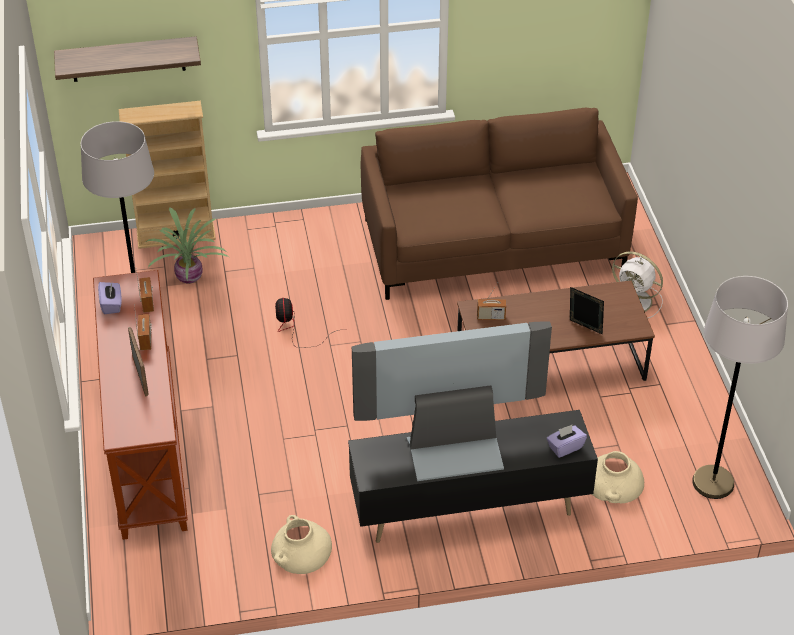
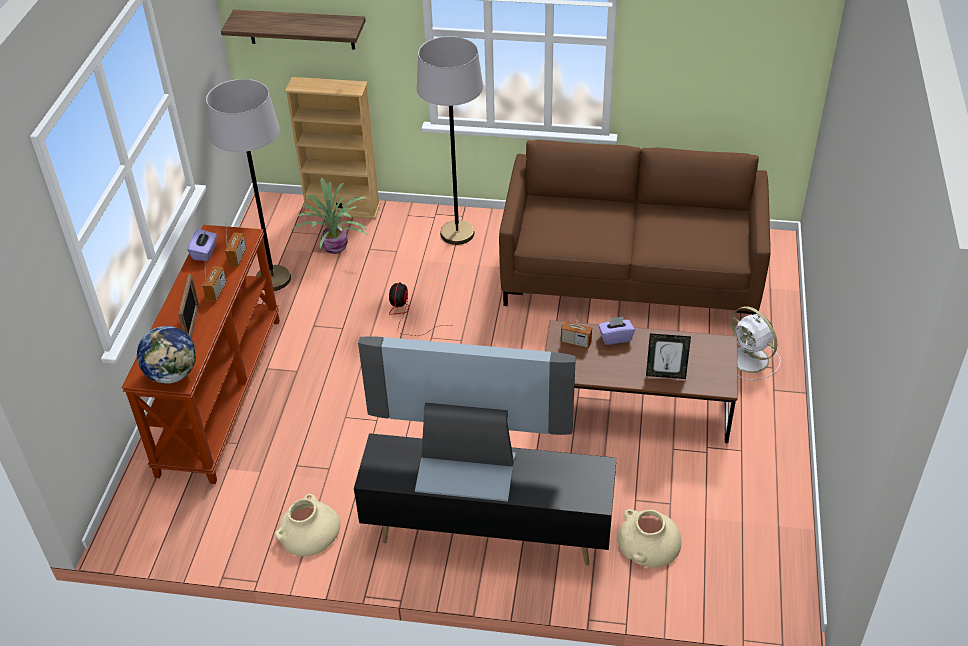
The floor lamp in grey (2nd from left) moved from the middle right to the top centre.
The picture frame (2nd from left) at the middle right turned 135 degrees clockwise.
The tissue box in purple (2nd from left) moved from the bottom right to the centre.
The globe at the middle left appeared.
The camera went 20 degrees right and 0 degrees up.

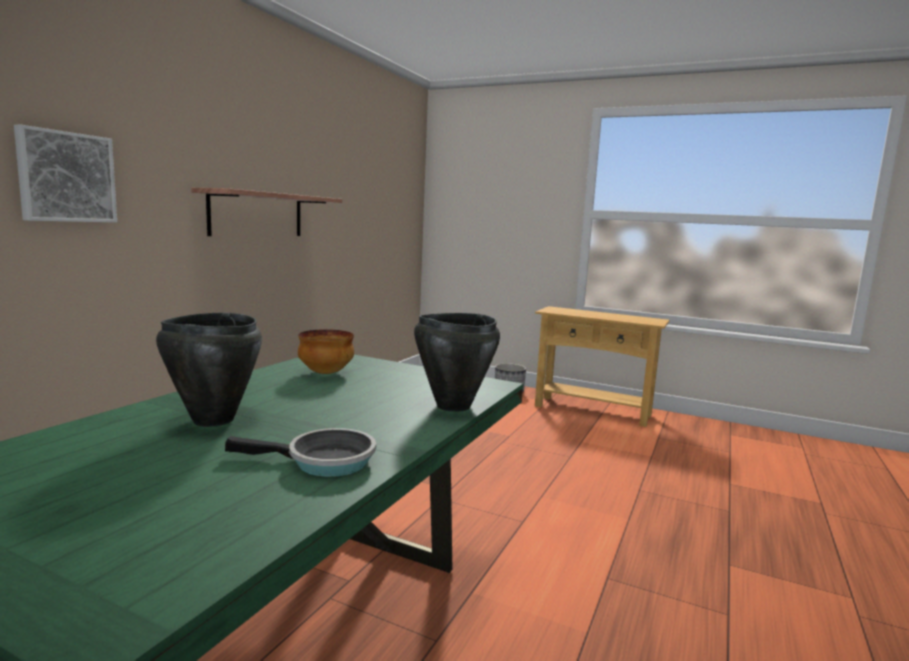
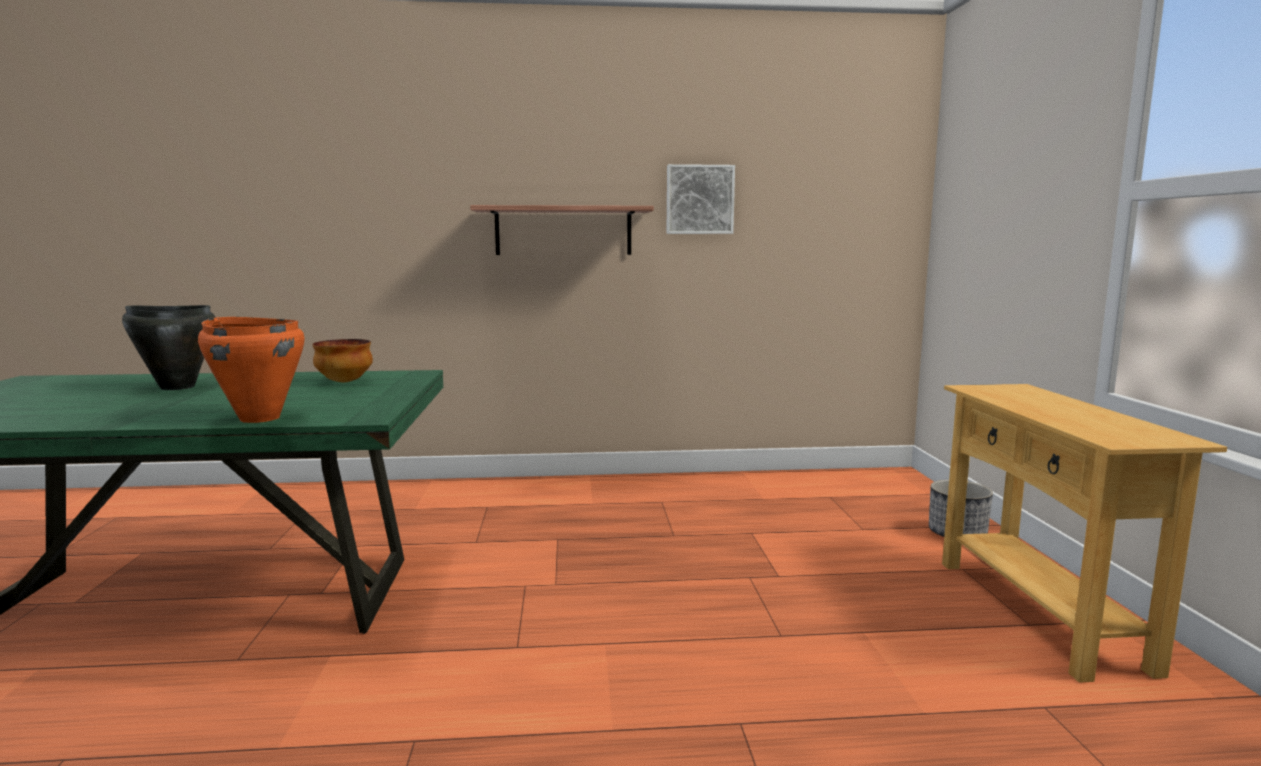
The picture moved from the top left to the top centre.
The cooking pot in black (2nd from left) at the centre became the cooking pot in orange at the middle left.
The frying pan at the bottom left disappeared.
The camera went 60 degrees right and 0 degrees up.

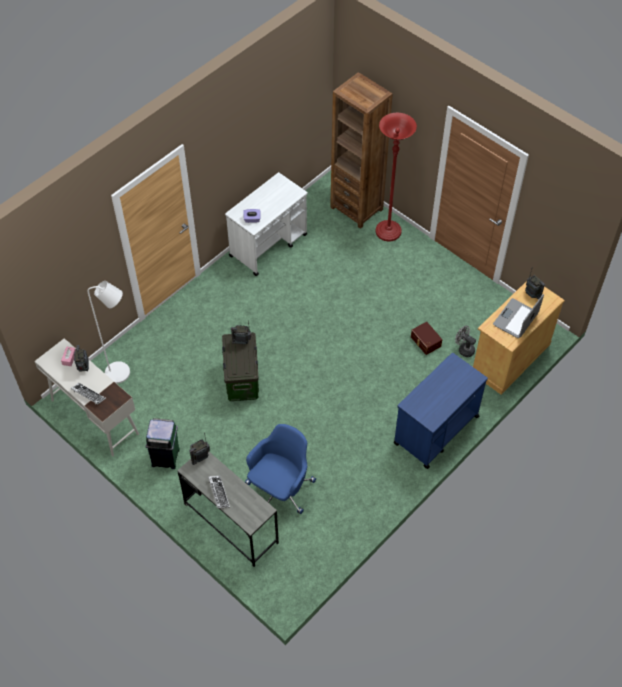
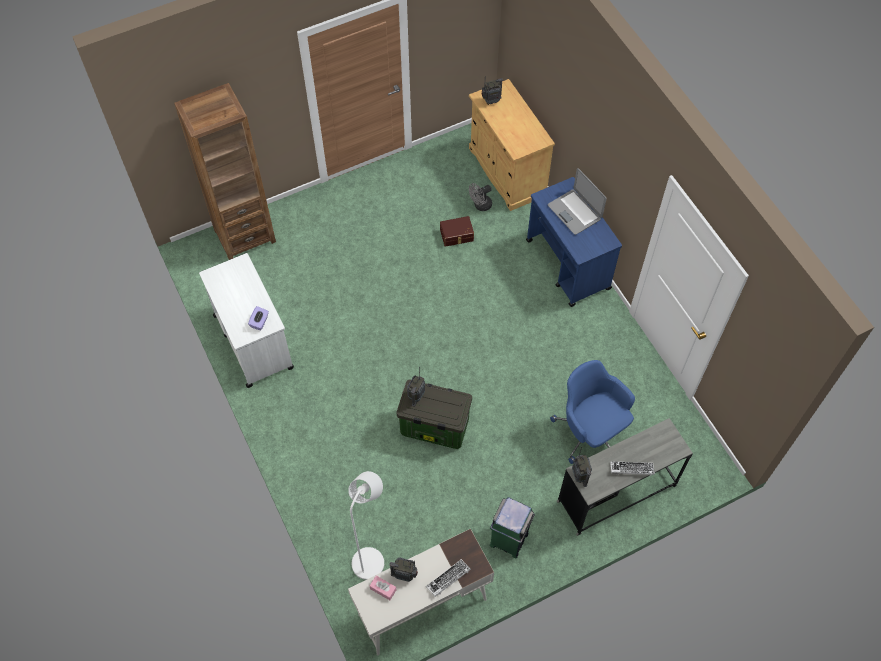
The floor lamp in red at the top centre disappeared.
The laptop moved from the middle right to the top centre.
The camera went 70 degrees left and 5 degrees up.

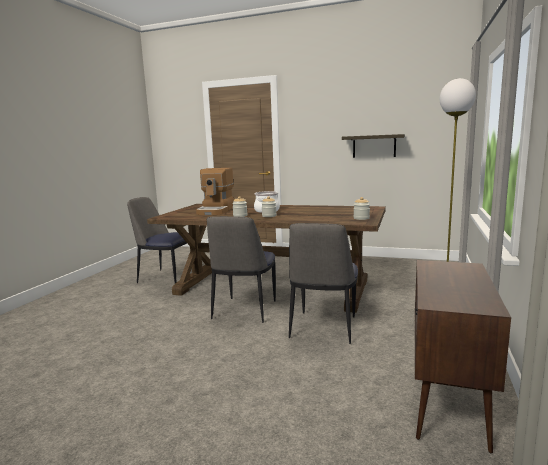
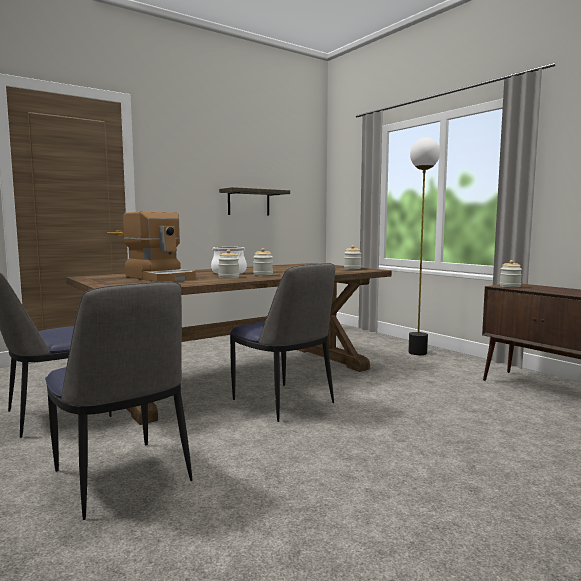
The chair (3rd from left in the first image) moved from the centre to the bottom left.
The jar (4th from left) at the middle right appeared.
The camera went 55 degrees left and 5 degrees down.

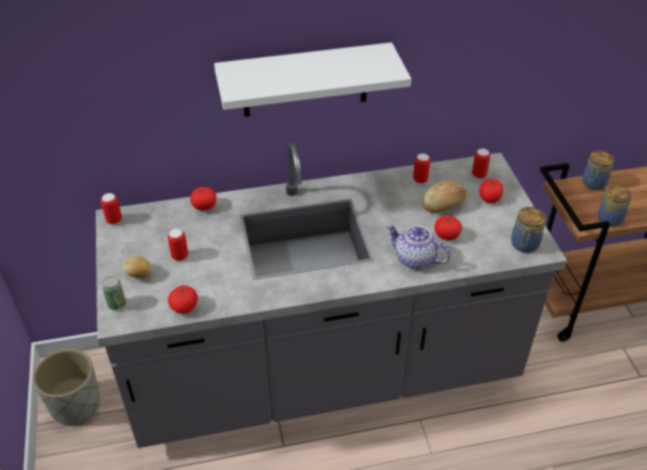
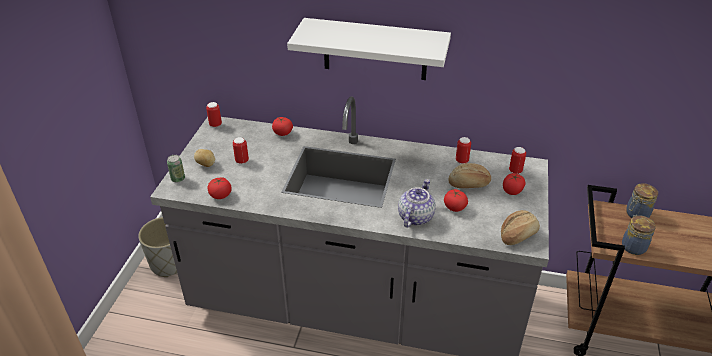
The jar (1st from left) at the middle right was replaced by the bread (2nd from left) at the middle right.
The teapot at the centre turned 60 degrees clockwise.
The camera went 25 degrees right and 5 degrees down.

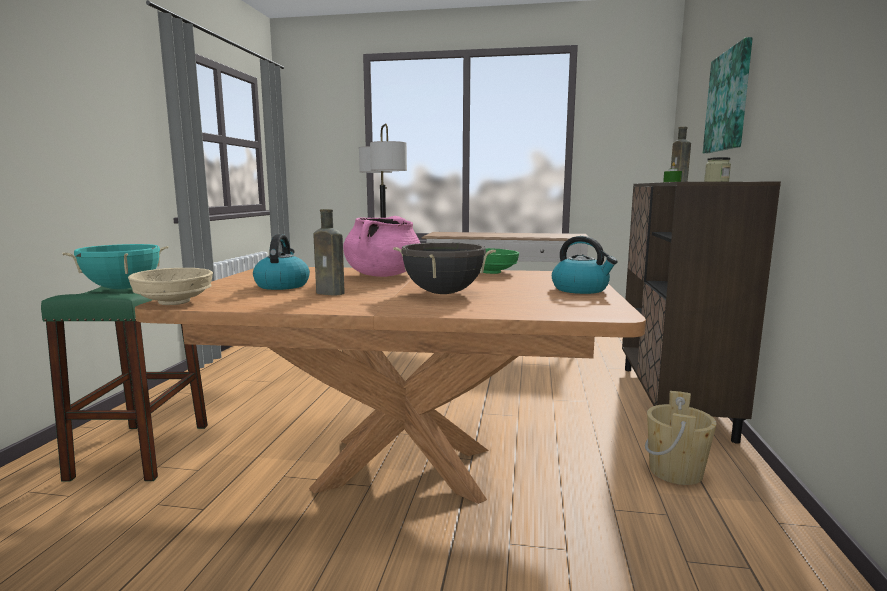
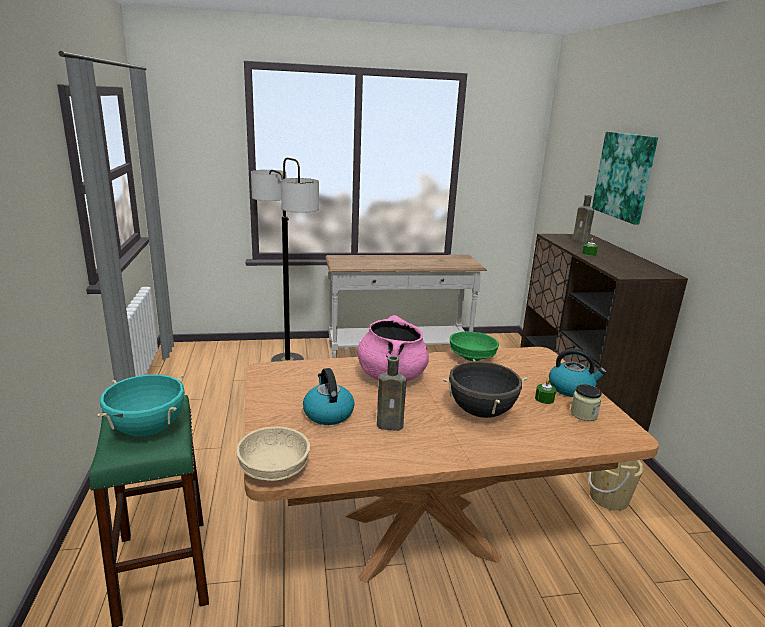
The jar moved from the top right to the middle right.
The candle in green (1st from left) at the middle right appeared.
The camera went 20 degrees left and 10 degrees up.

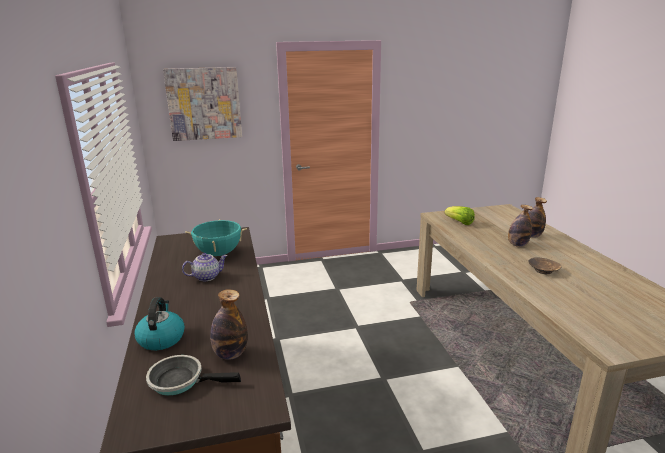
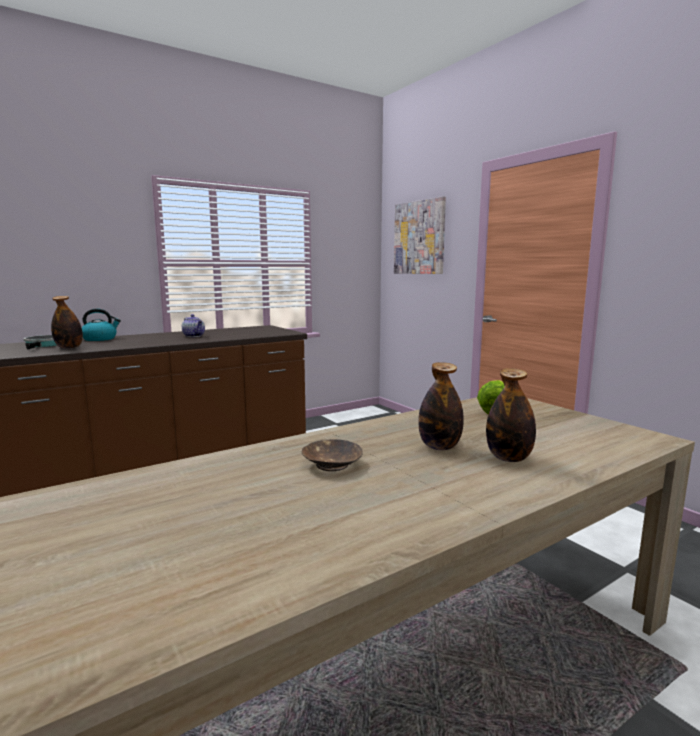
The cooking pot in turquoise at the middle left disappeared.
The camera went 70 degrees right and 10 degrees down.

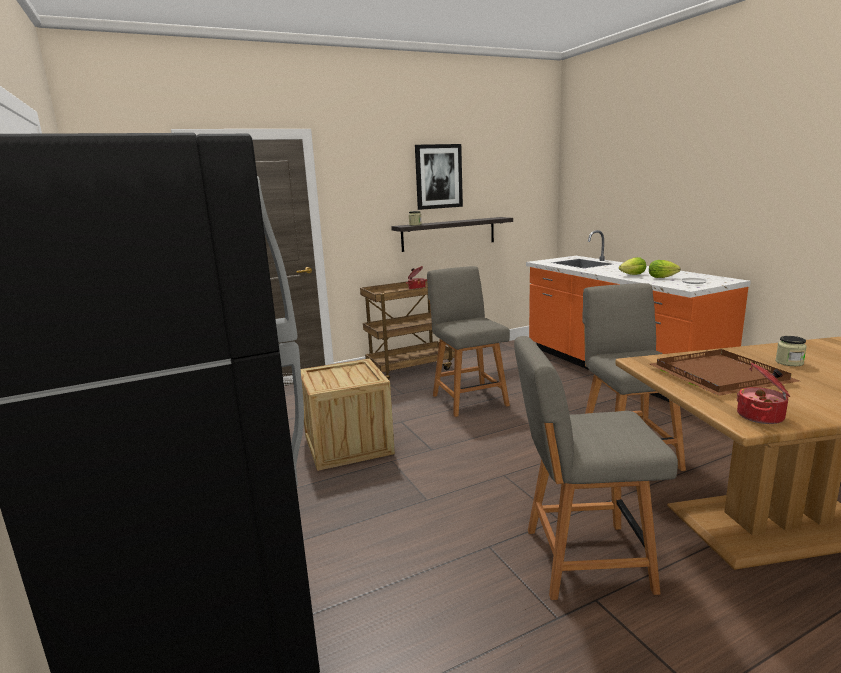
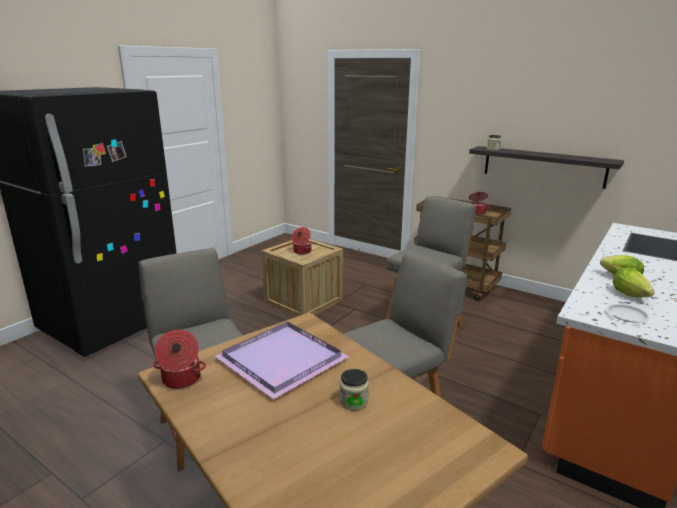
The picture at the top centre disappeared.
The tray in brown at the middle right became the tray in purple at the bottom centre.
The cooking pot (2nd from left) at the centre appeared.
The camera went 60 degrees right and 5 degrees up.

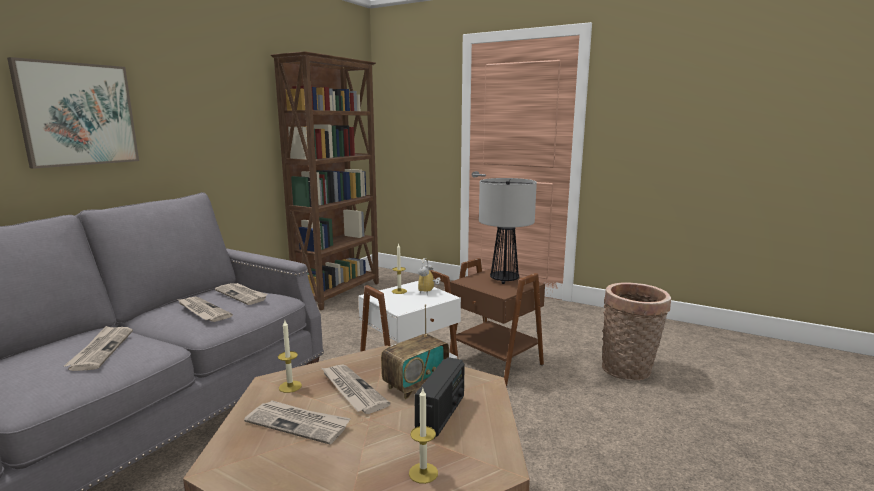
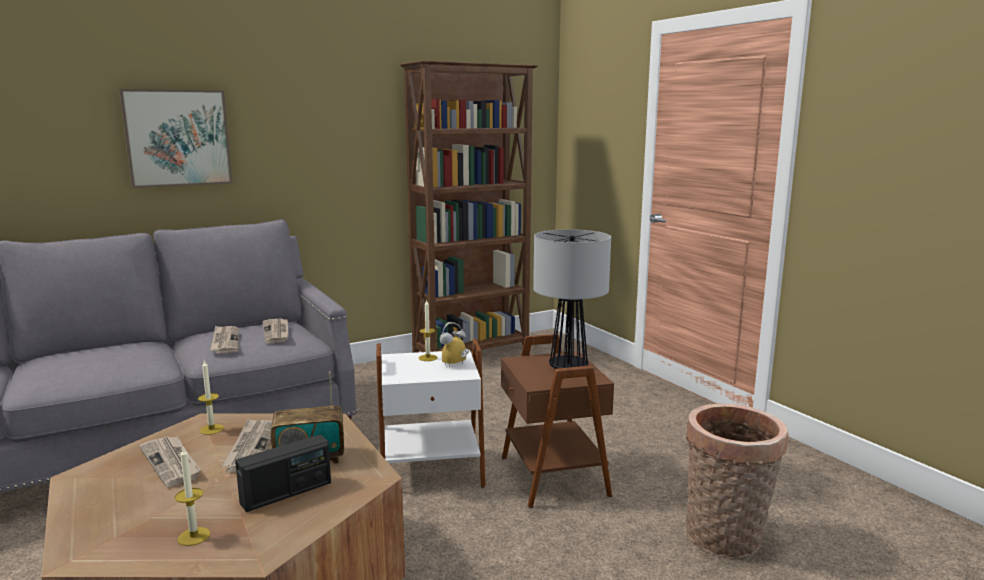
The newspaper (1st from left) at the bottom left disappeared.
The camera went 30 degrees right and 0 degrees up.

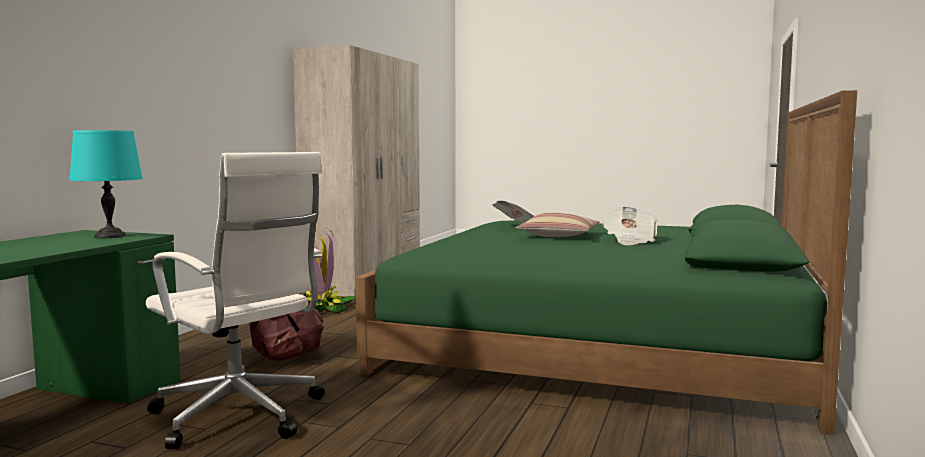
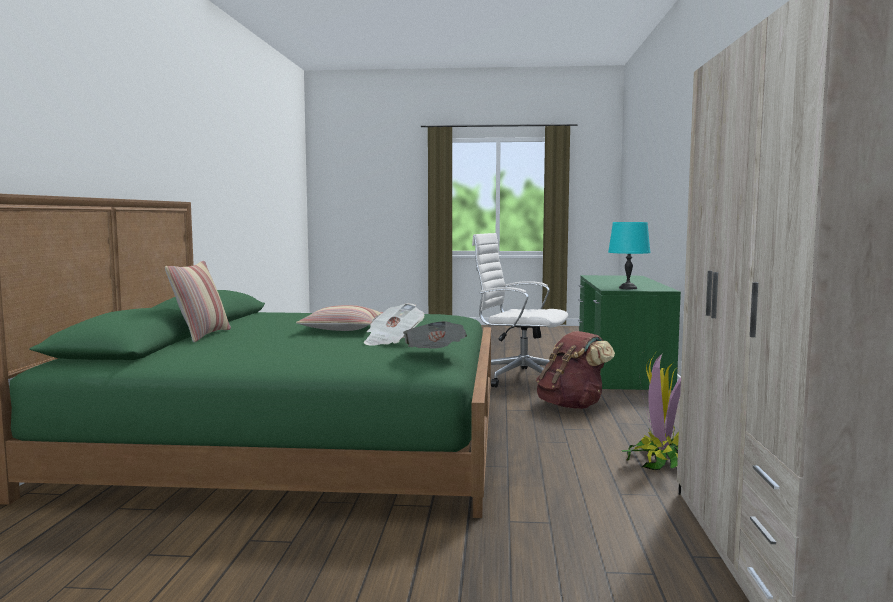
The newspaper (2nd from left) moved from the middle right to the centre.
The pillow (1st from left) at the middle left appeared.
The camera went 165 degrees right and 0 degrees up.

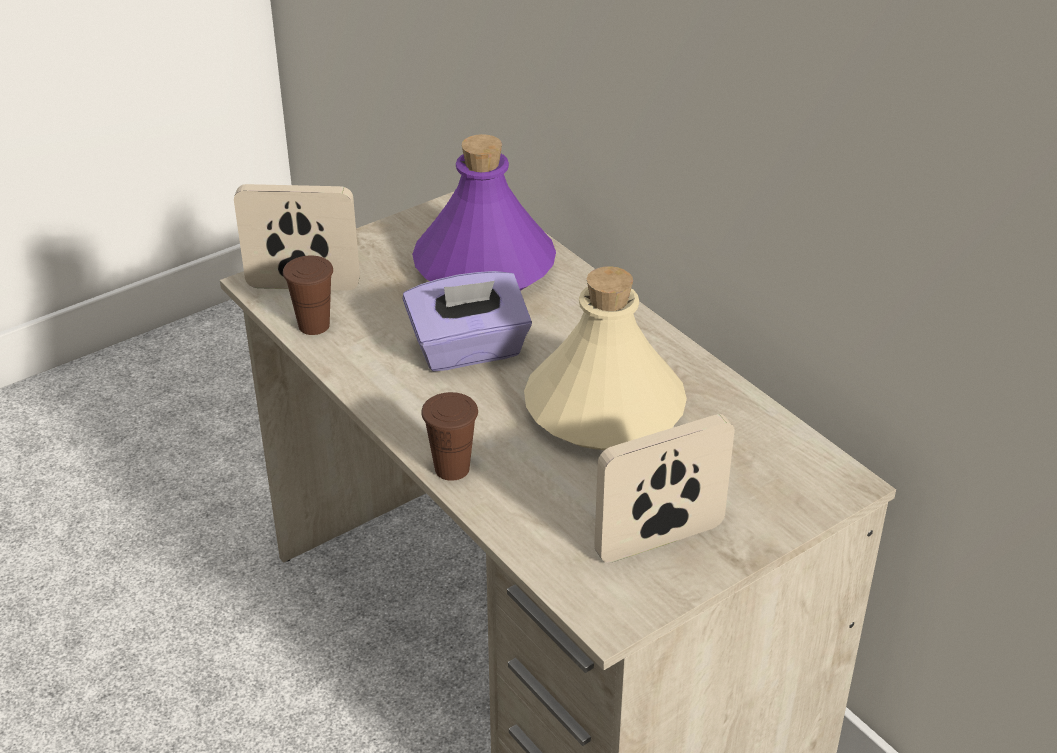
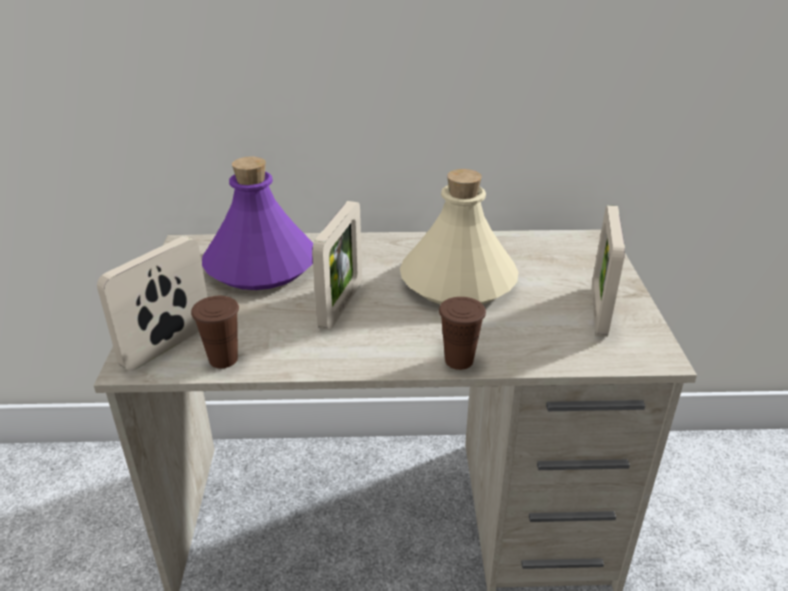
The tissue box in purple at the centre was replaced by the picture frame (2nd from left) at the centre.
The camera went 55 degrees left and 5 degrees down.

